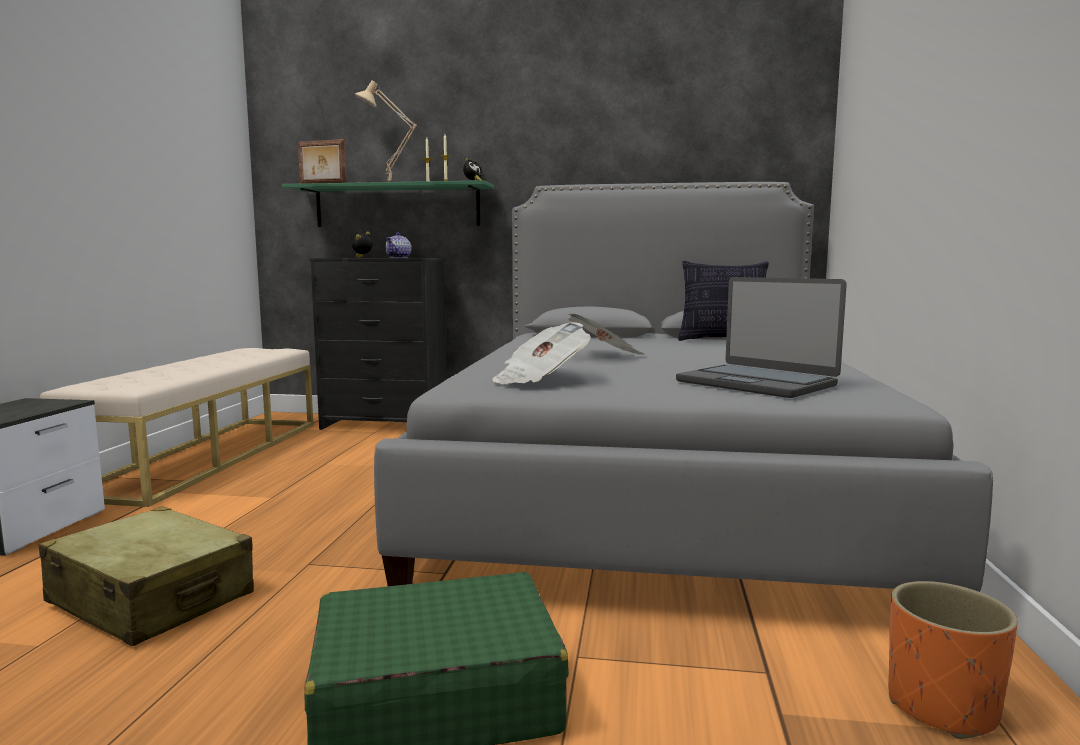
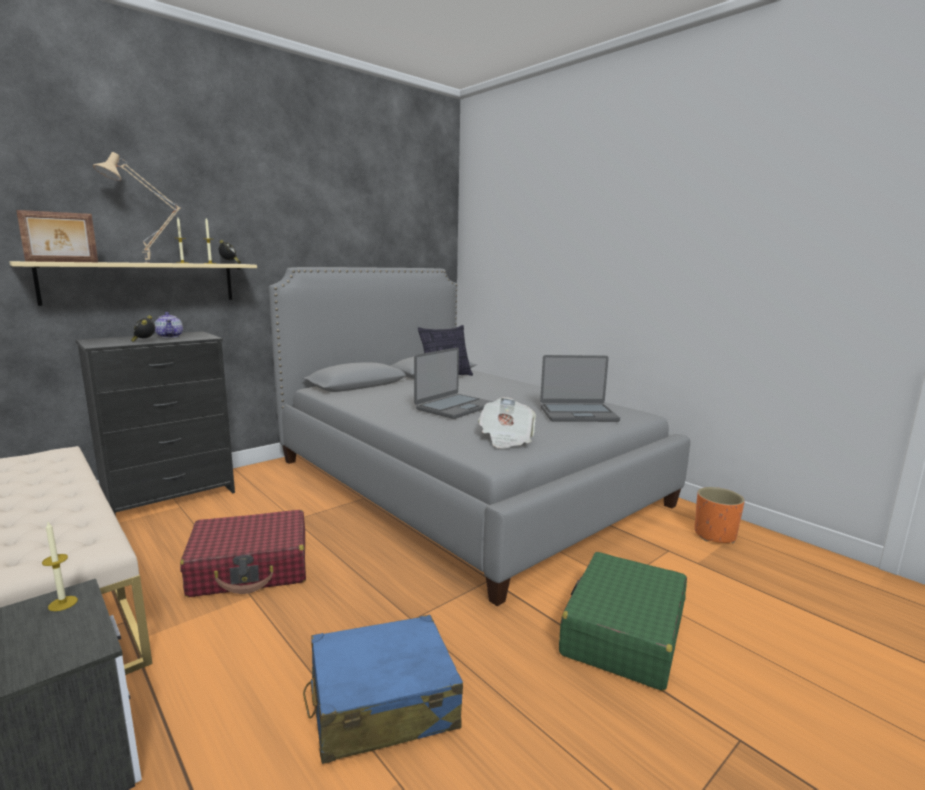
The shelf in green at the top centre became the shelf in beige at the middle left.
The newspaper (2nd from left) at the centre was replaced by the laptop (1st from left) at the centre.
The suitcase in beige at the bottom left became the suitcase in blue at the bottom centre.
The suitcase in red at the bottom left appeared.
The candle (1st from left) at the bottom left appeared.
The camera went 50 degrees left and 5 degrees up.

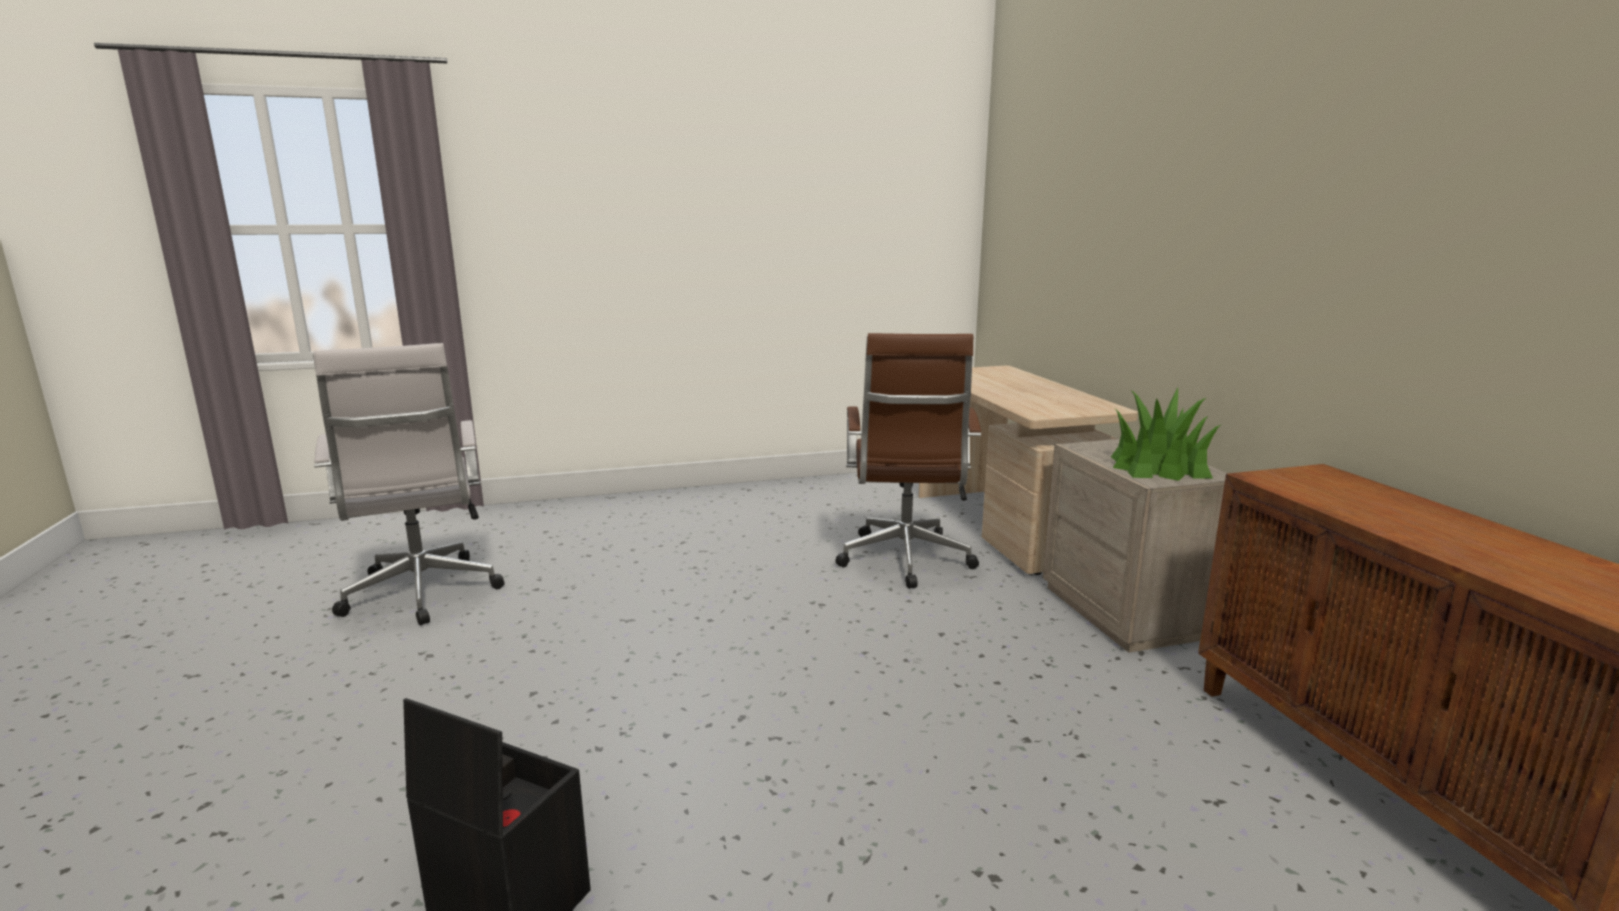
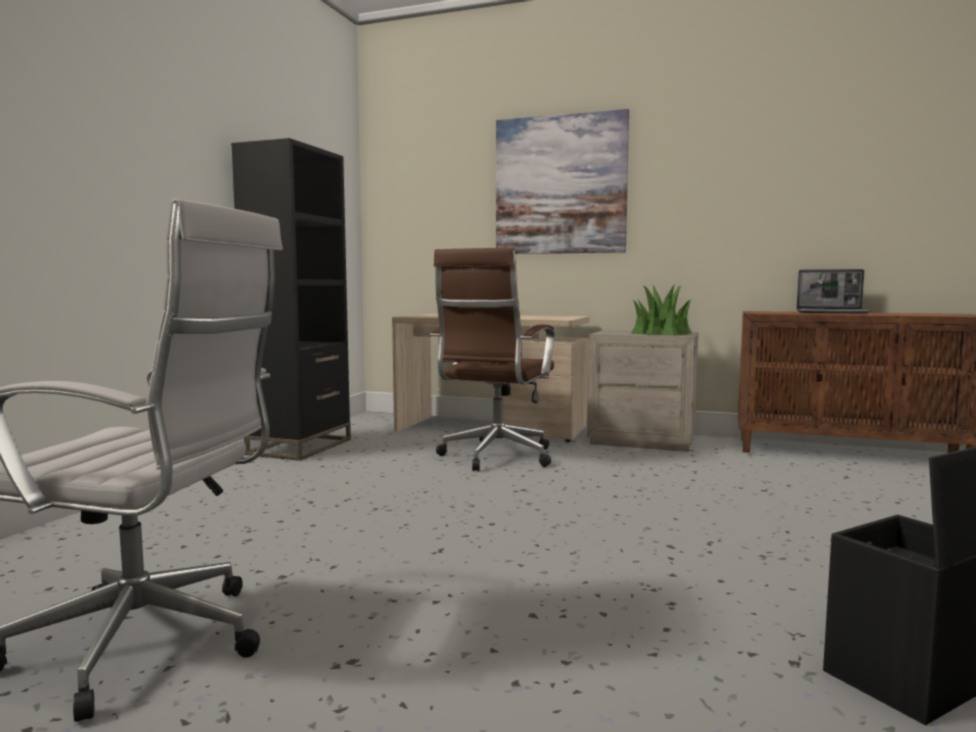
The office chair in brown at the centre turned 75 degrees clockwise.
The picture at the top centre appeared.
The bookcase in black at the middle left appeared.
The laptop at the middle right appeared.
The camera went 55 degrees left and 10 degrees down.

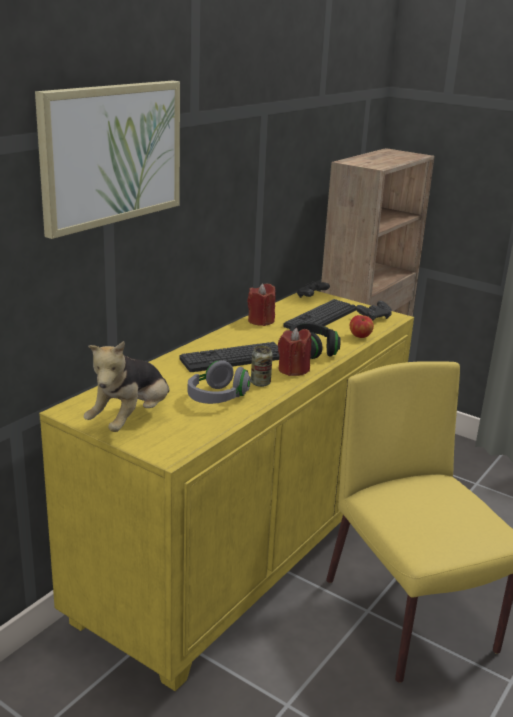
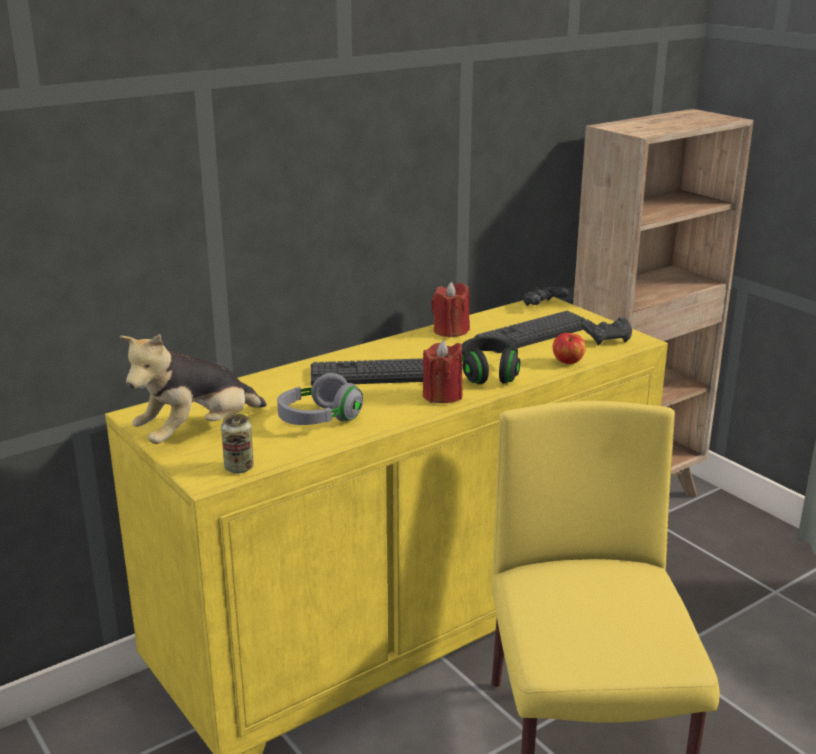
The picture at the top left disappeared.
The can moved from the centre to the middle left.
The camera went 20 degrees right and 0 degrees up.

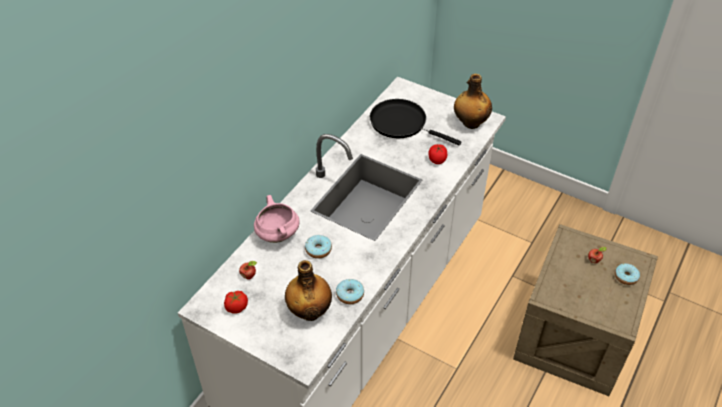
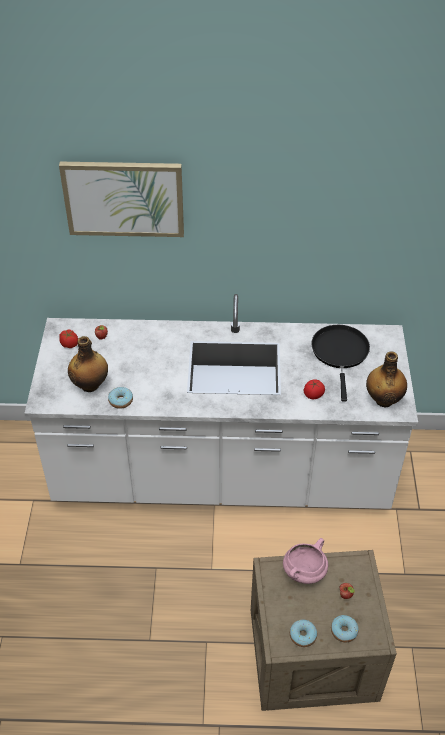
The cooking pot in pink moved from the centre to the bottom right.
The donut (1st from left in the first image) moved from the centre to the bottom right.
The picture at the top left appeared.
The camera went 60 degrees right and 0 degrees up.

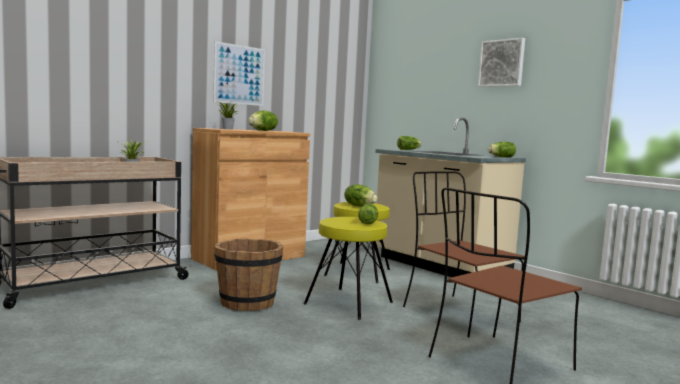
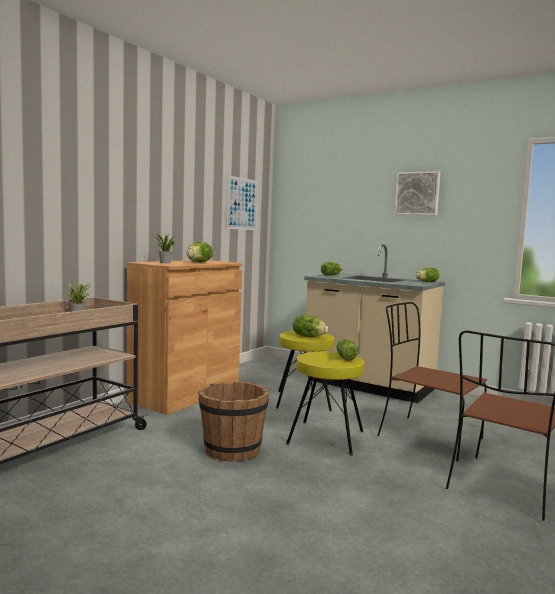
The picture (1st from left) moved from the top centre to the centre.
The camera went 15 degrees left and 0 degrees up.

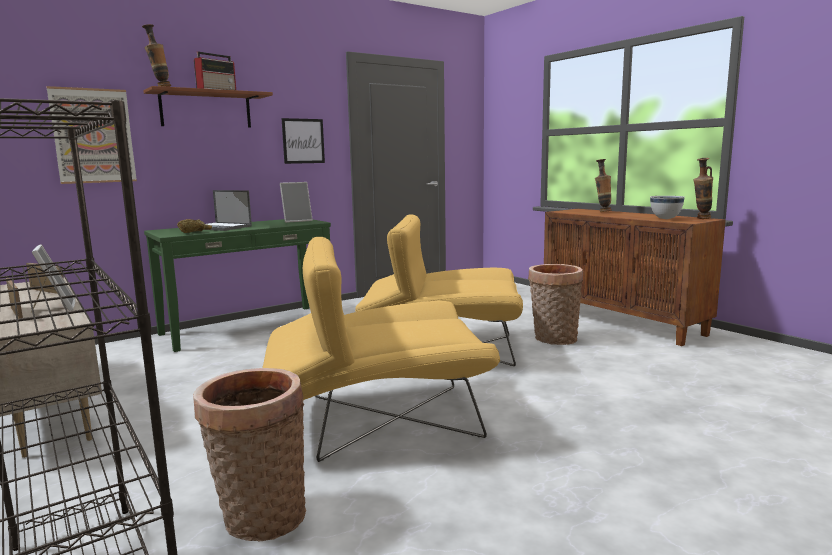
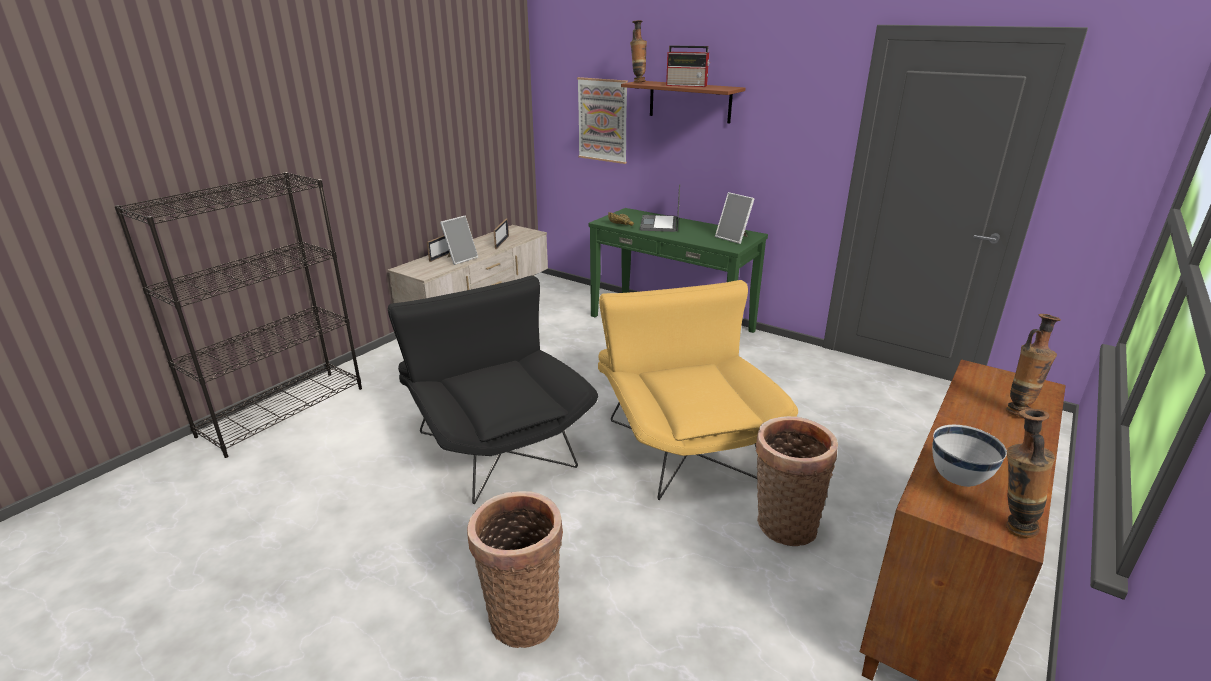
The picture (2nd from left) at the top centre disappeared.
The armchair in yellow (1st from left) at the centre became the armchair in black at the centre.
The basket (1st from left) moved from the bottom left to the bottom centre.
The camera went 70 degrees right and 15 degrees up.

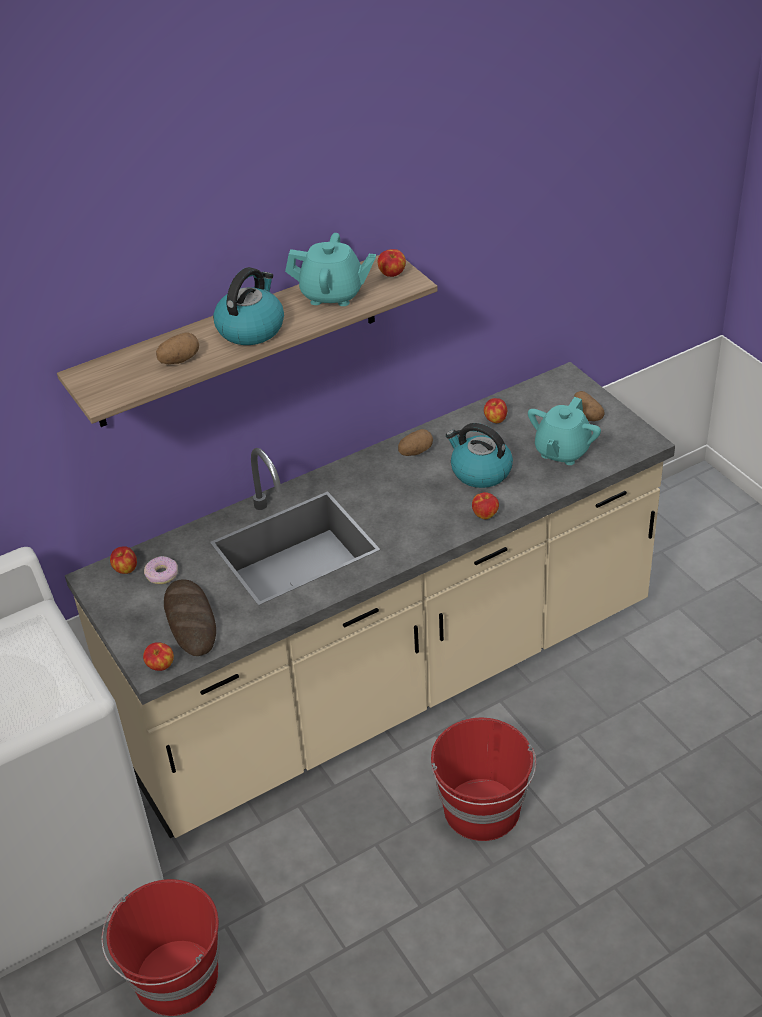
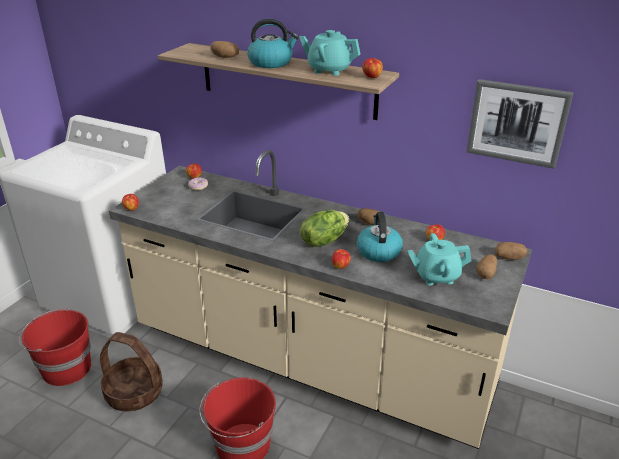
The teapot in turquoise (1st from left) at the top centre turned 135 degrees clockwise.
The bread at the middle left disappeared.
The picture at the top right appeared.
The lettuce at the centre appeared.
The potato (4th from left) at the middle right appeared.
The basket at the bottom left appeared.
The camera went 55 degrees right and 10 degrees down.

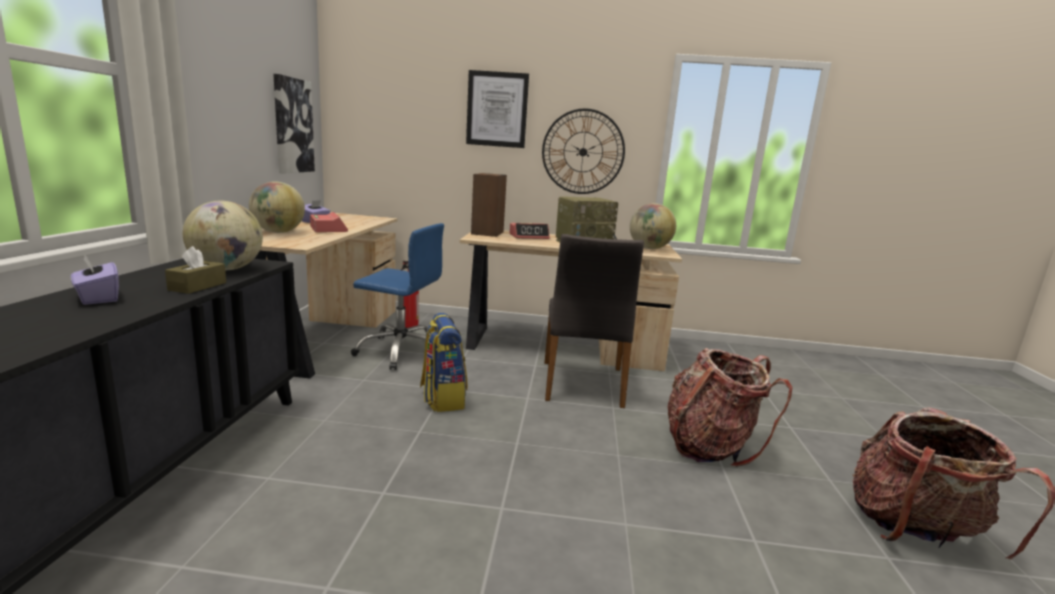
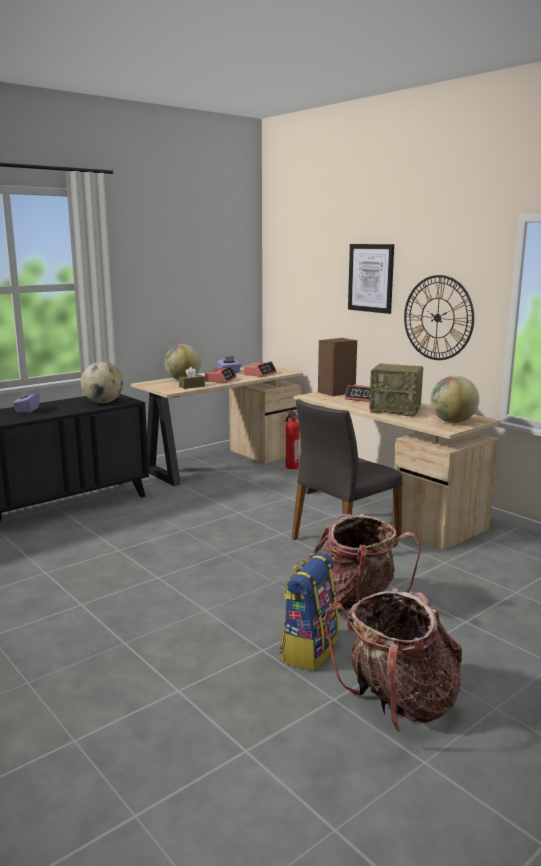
The picture (1st from left) at the top left disappeared.
The office chair in blue at the centre disappeared.
The tissue box in brown moved from the middle left to the centre.
The backpack (1st from left) moved from the centre to the bottom centre.
The alarm clock (2nd from left) at the centre appeared.
The camera went 45 degrees right and 0 degrees up.

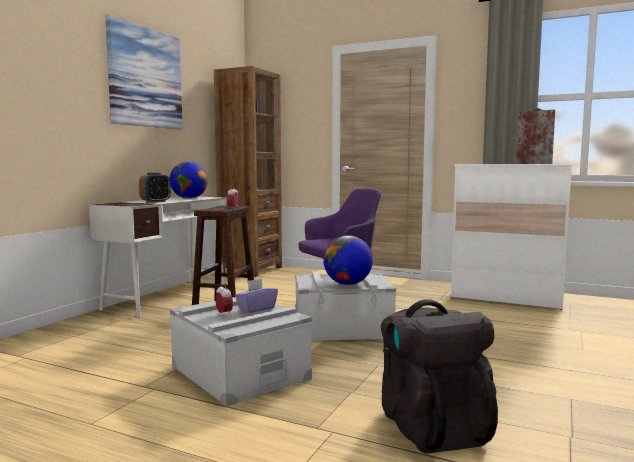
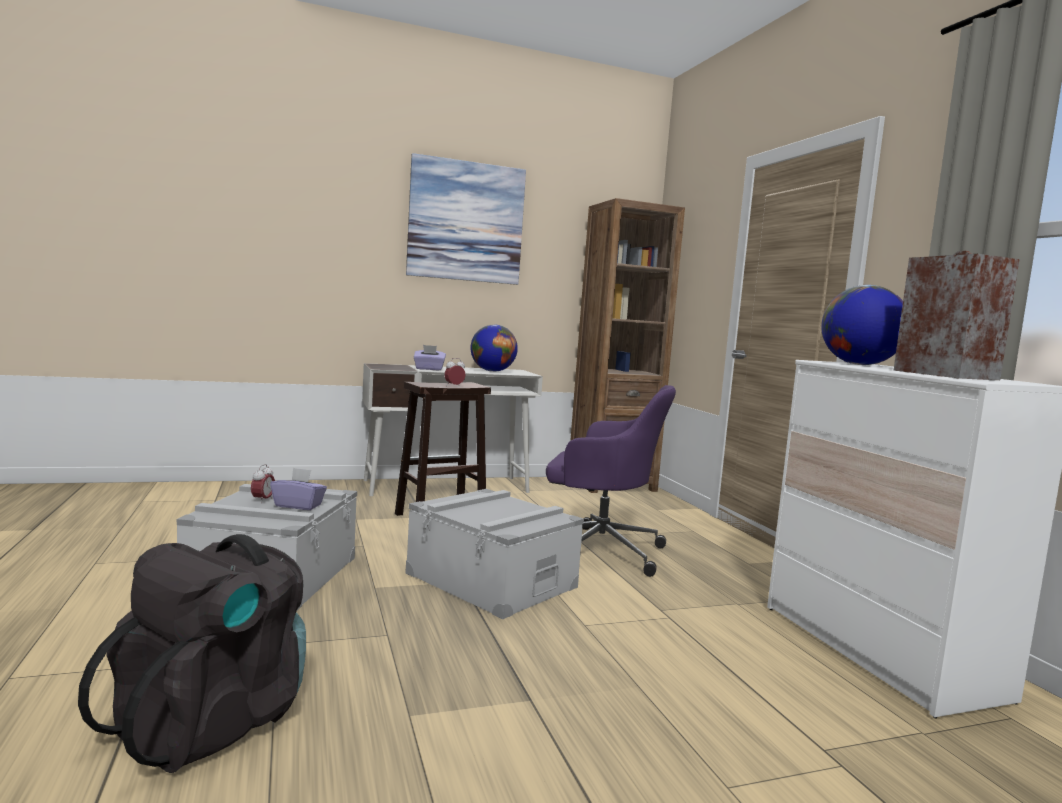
The alarm clock (1st from left) at the middle left was replaced by the tissue box in purple (2nd from left) at the centre.
The globe (2nd from left) moved from the centre to the middle right.
The camera went 45 degrees right and 0 degrees up.

